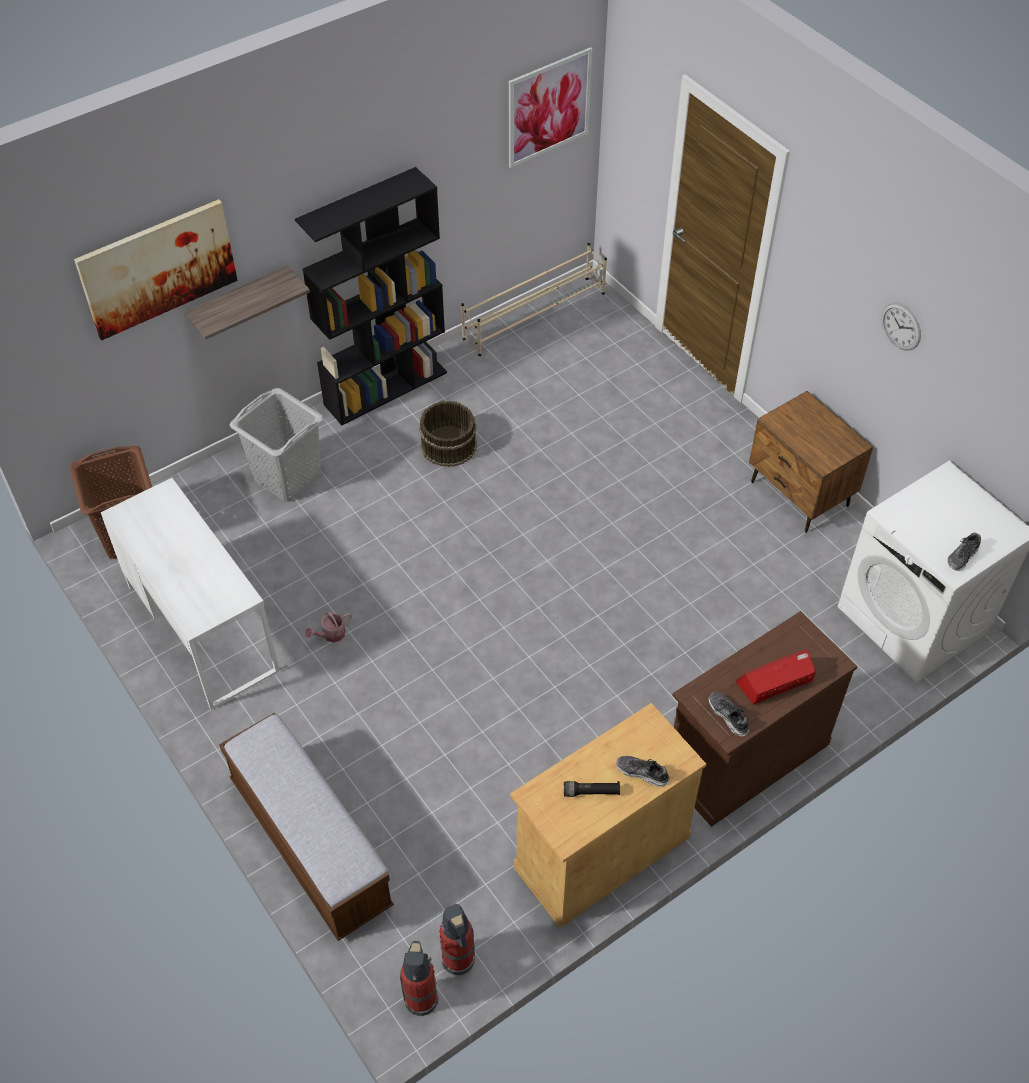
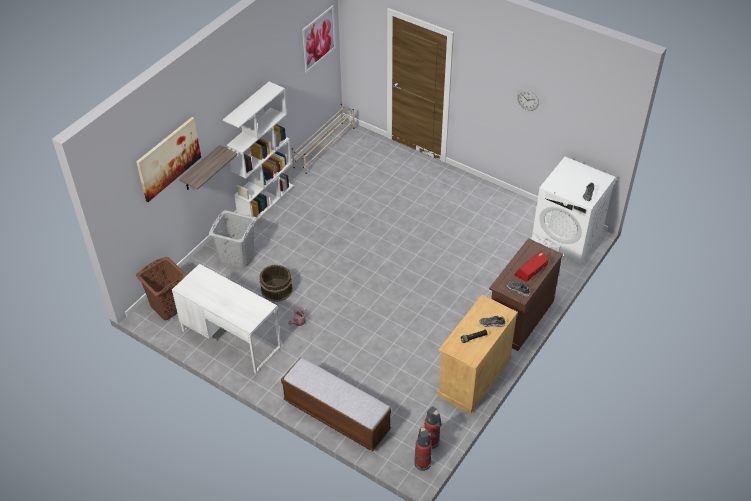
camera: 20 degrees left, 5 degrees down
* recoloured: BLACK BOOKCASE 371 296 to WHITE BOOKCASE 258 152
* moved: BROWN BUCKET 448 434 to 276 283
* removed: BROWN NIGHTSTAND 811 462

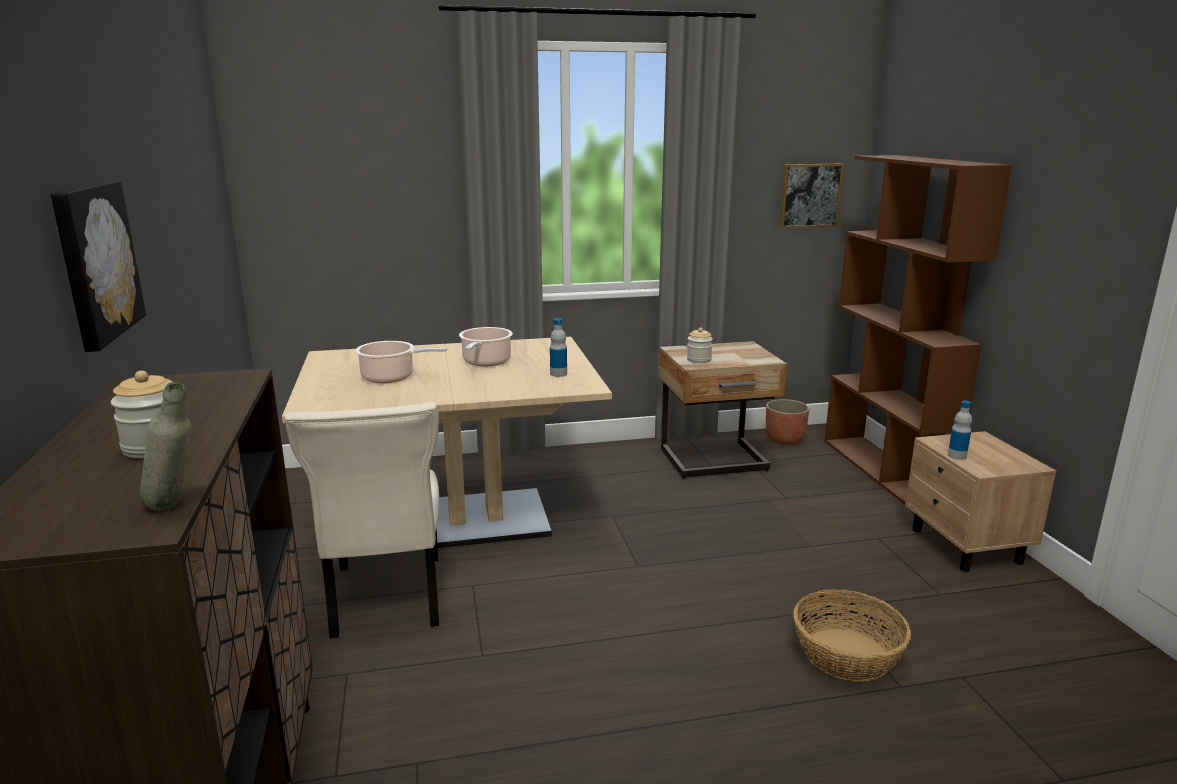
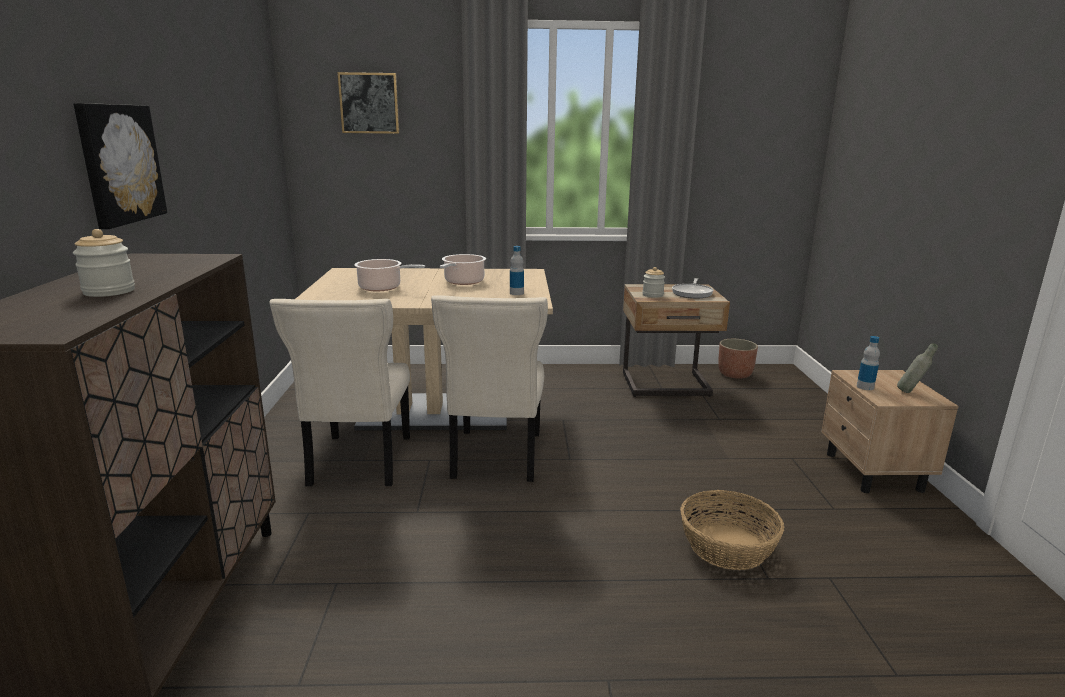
camera: 10 degrees right, 0 degrees up
* moved: GREY BOTTLE 166 446 to 917 368
* moved: PICTURE 812 196 to 368 103
* removed: BROWN BOOKCASE 918 330
* added: BEIGE CHAIR 489 388
* added: FRYING PAN 692 288

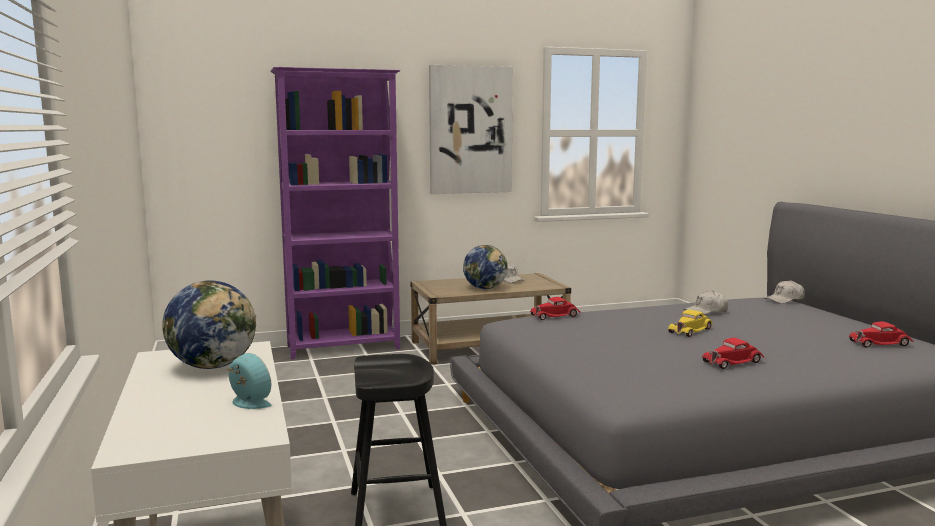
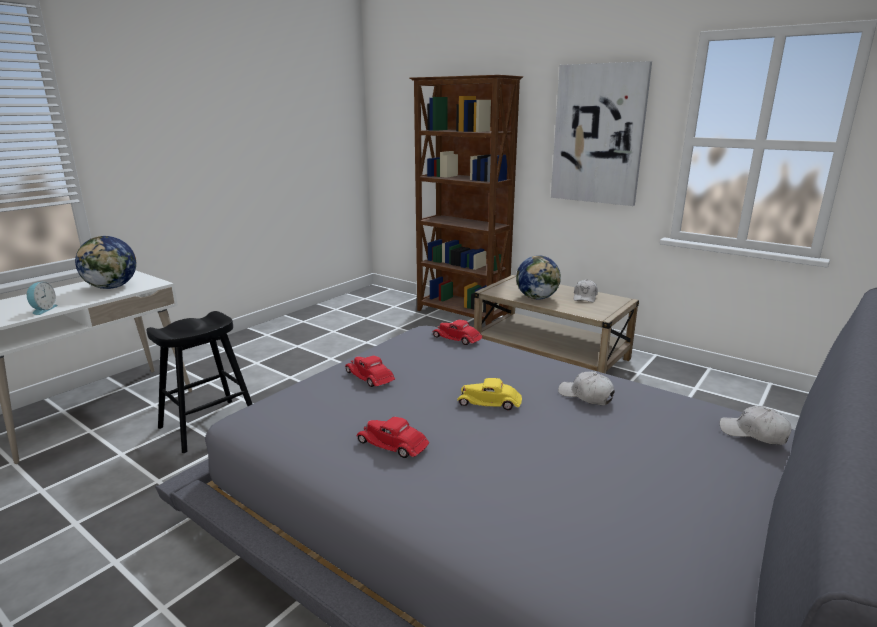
camera: 55 degrees right, 10 degrees up
* recoloured: PURPLE BOOKCASE 335 213 to BROWN BOOKCASE 466 200
* moved: RED TOY CAR 881 335 to 370 371

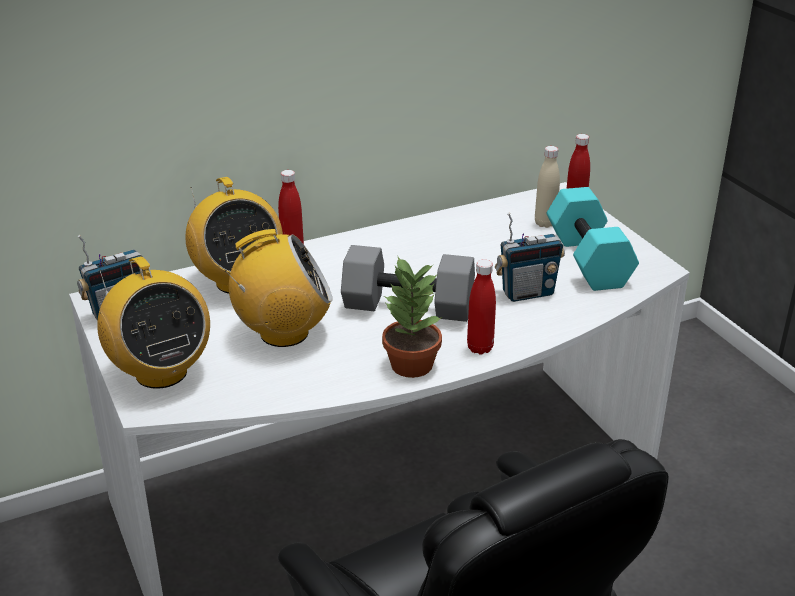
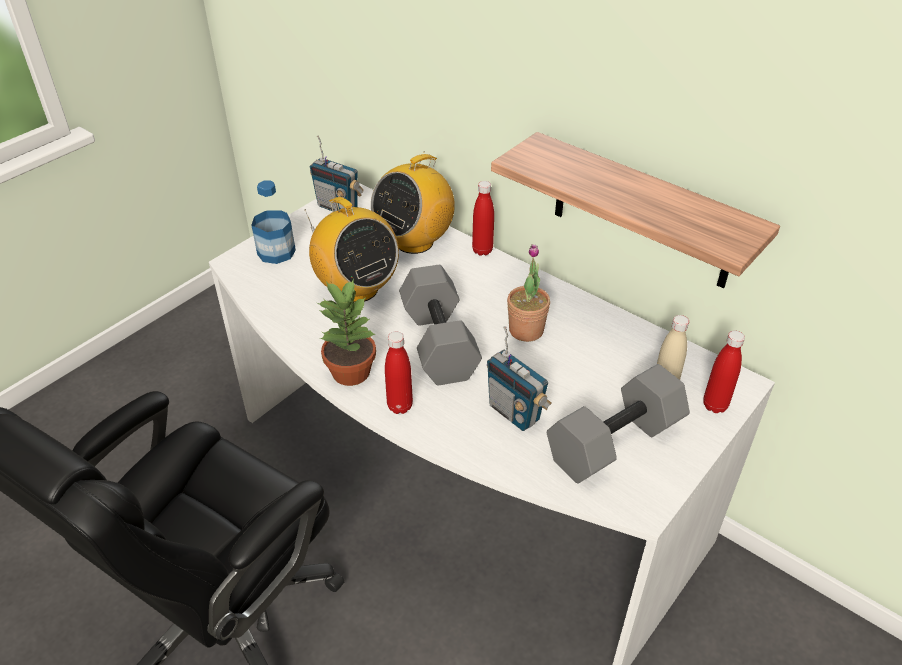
camera: 65 degrees right, 10 degrees up
* replaced: RADIO 153 322 to BOTTLE 274 222
* recoloured: TURQUOISE DUMBBELL 593 239 to GREY DUMBBELL 618 424
* added: SHELF 635 210
* added: POTTED PLANT 528 293

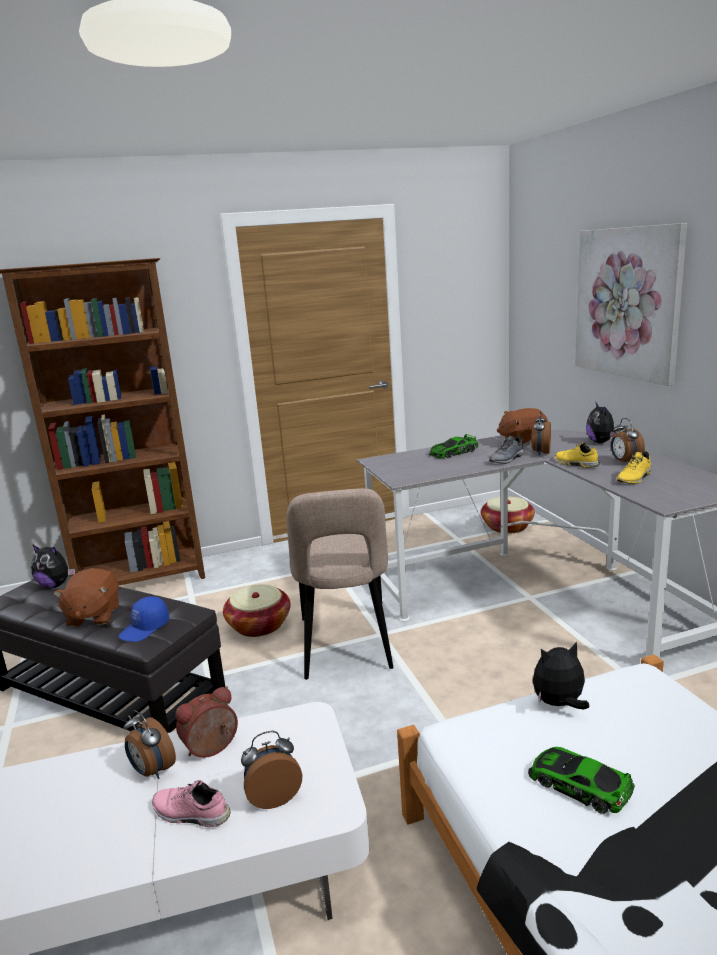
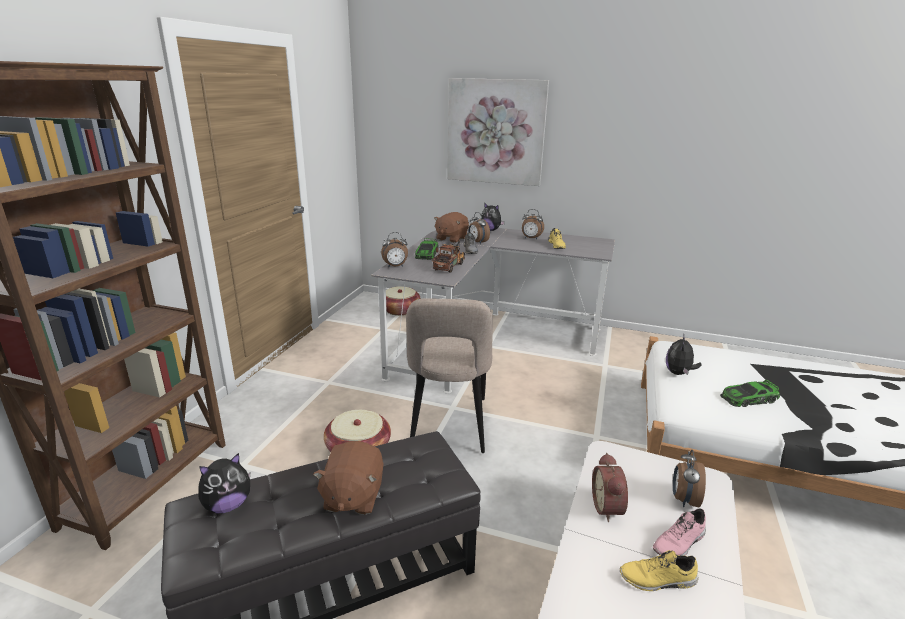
camera: 55 degrees left, 5 degrees up
* turned: BROWN PLUSH TOY 86 597 = 348 478 60 degrees clockwise
* removed: BLUE CAP 143 619
* moved: ALARM CLOCK 150 744 to 394 250
* turned: BEIGE CHAIR 340 584 = 449 375 60 degrees clockwise
* moved: YELLOW SHOE 577 455 to 659 570
* added: TOY TRUCK 448 256

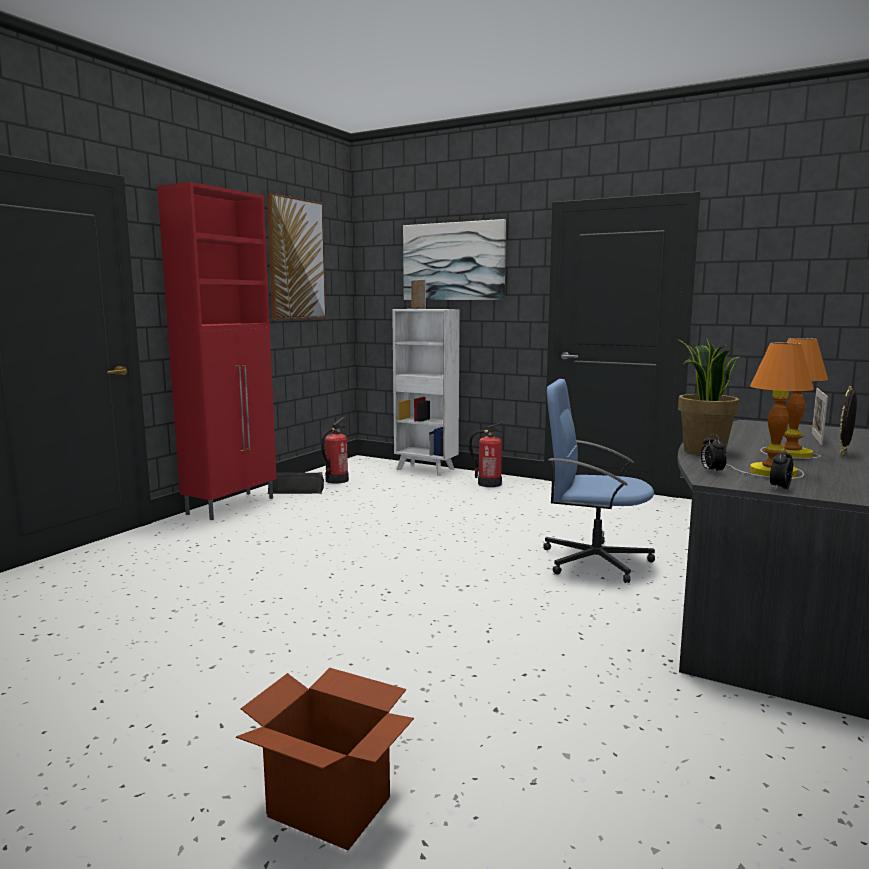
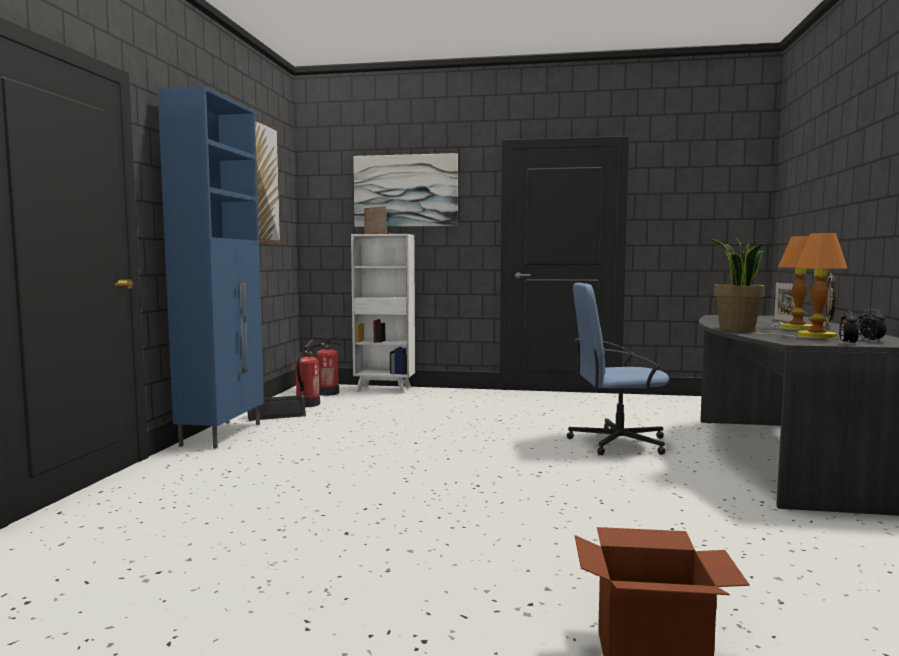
camera: 20 degrees left, 5 degrees down
* recoloured: RED CABINET 217 351 to BLUE CABINET 210 267
* moved: FIRE EXTINGUISHER 487 454 to 325 365
* moved: ALARM CLOCK 714 453 to 872 325

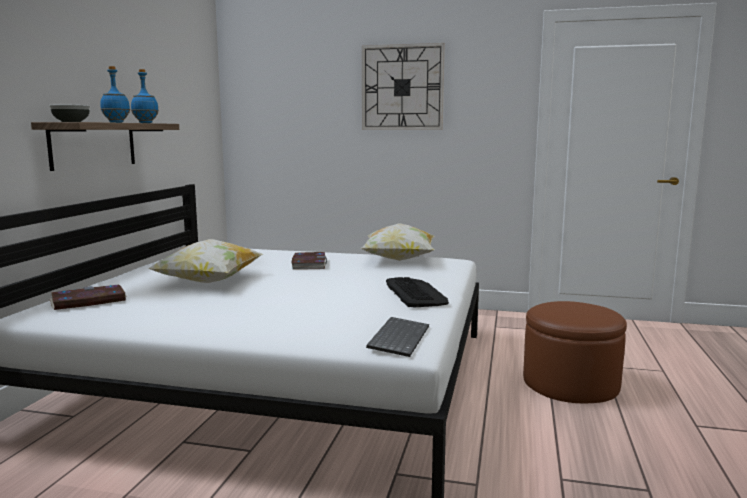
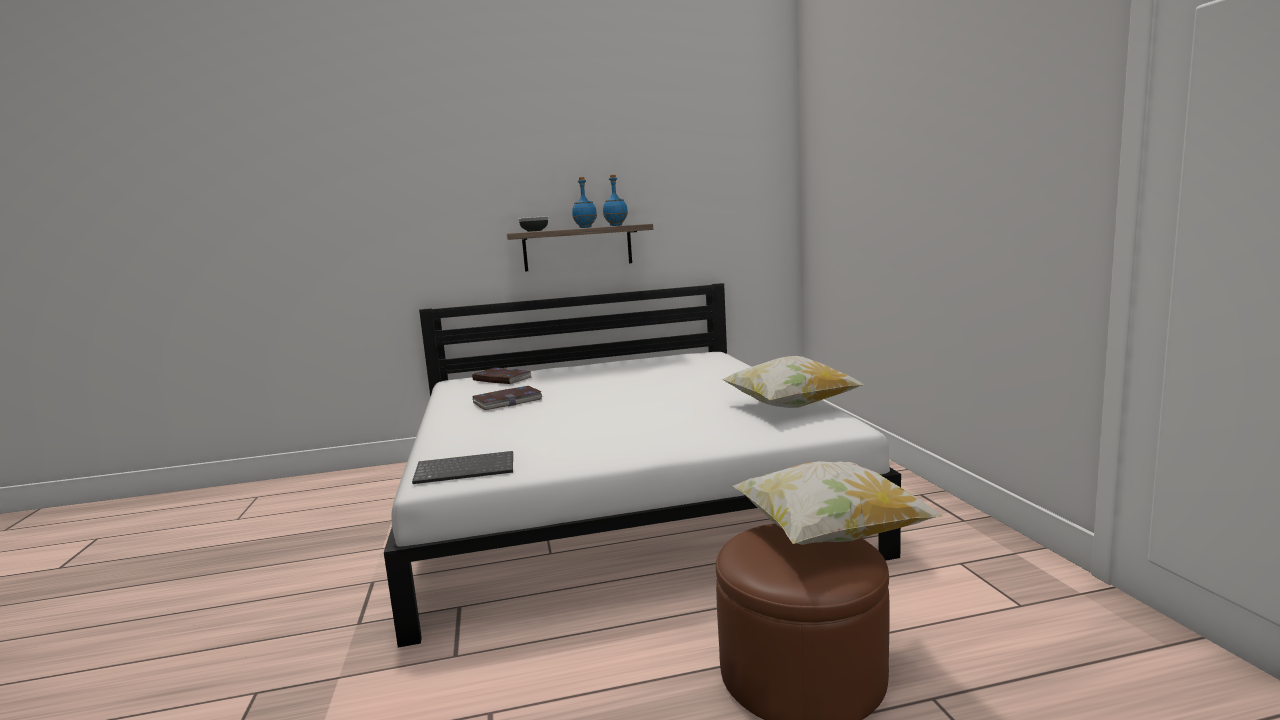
camera: 65 degrees right, 0 degrees up
* moved: PILLOW 205 261 to 837 503
* moved: BOOK 309 261 to 508 398
* removed: WALL CLOCK 403 86
* removed: KEYBOARD 417 292

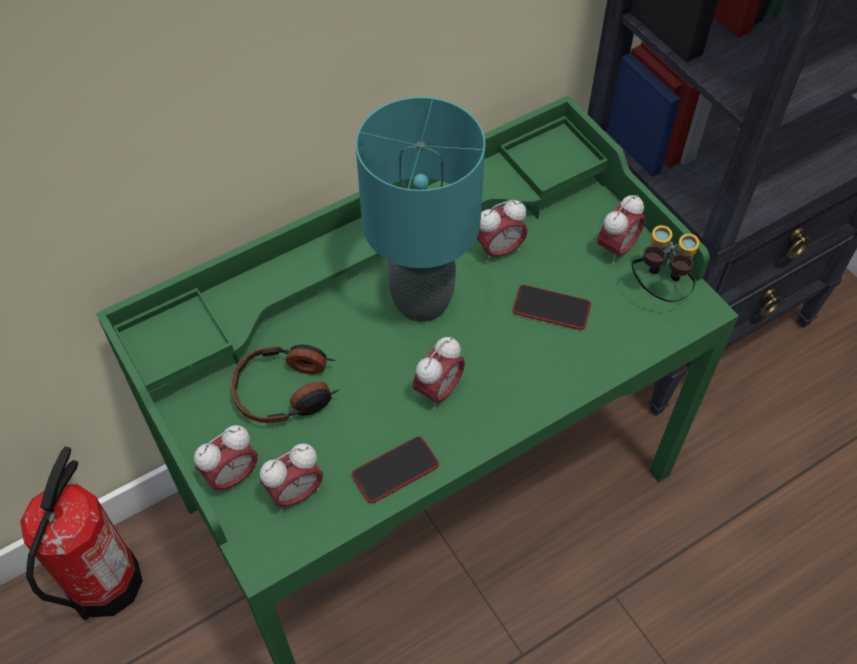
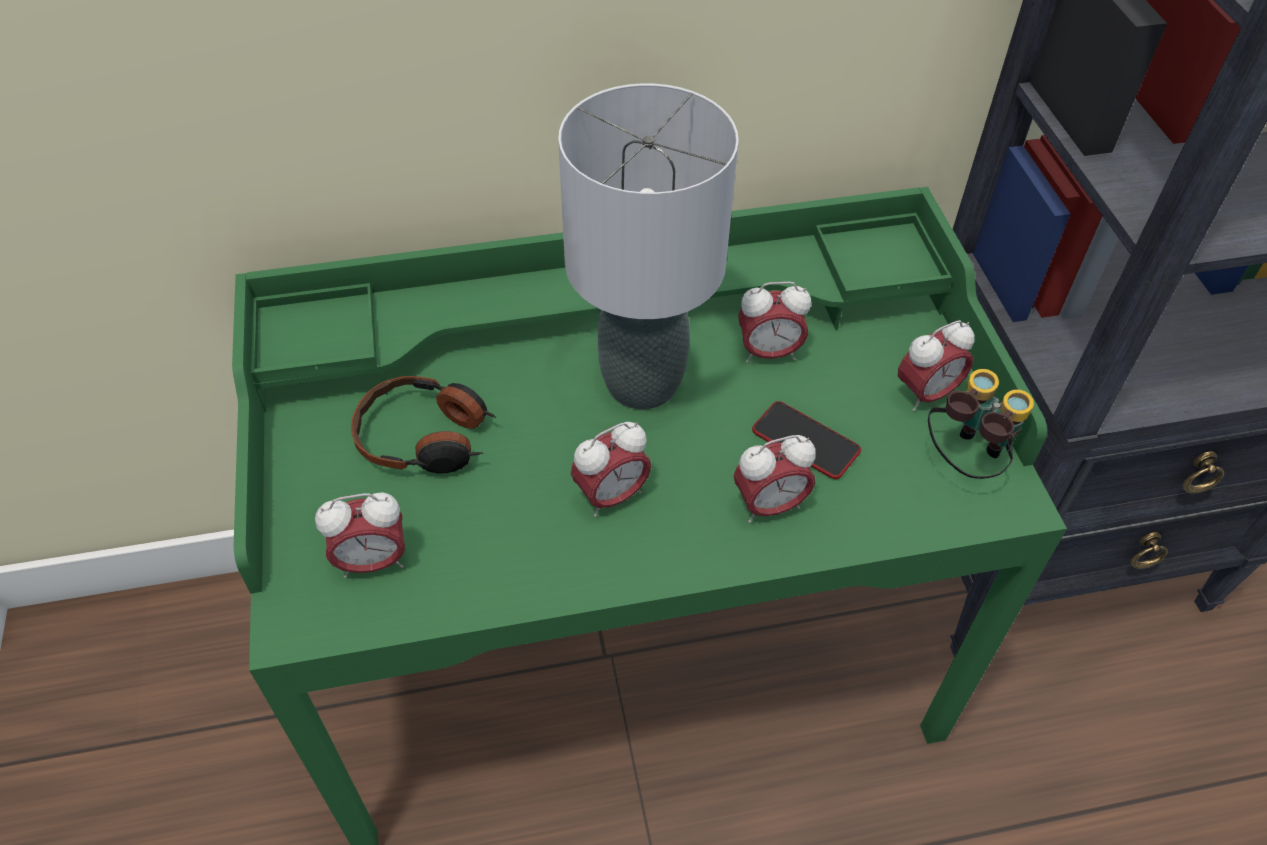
camera: 20 degrees right, 5 degrees down
* removed: FIRE EXTINGUISHER 81 533
* moved: ALARM CLOCK 226 460 to 774 479
* removed: PHONE 395 469
* recoloured: TURQUOISE TABLE LAMP 421 209 to GREY TABLE LAMP 648 246

